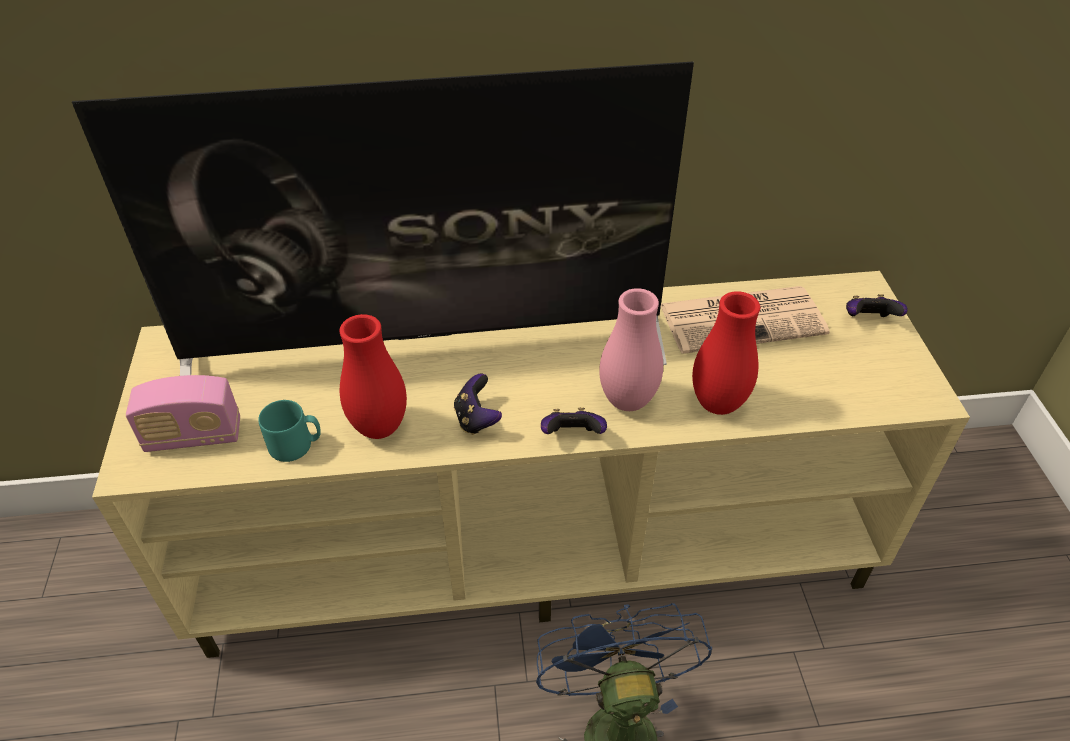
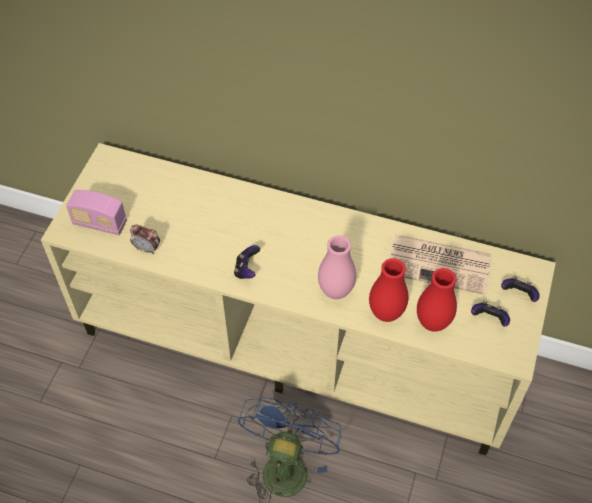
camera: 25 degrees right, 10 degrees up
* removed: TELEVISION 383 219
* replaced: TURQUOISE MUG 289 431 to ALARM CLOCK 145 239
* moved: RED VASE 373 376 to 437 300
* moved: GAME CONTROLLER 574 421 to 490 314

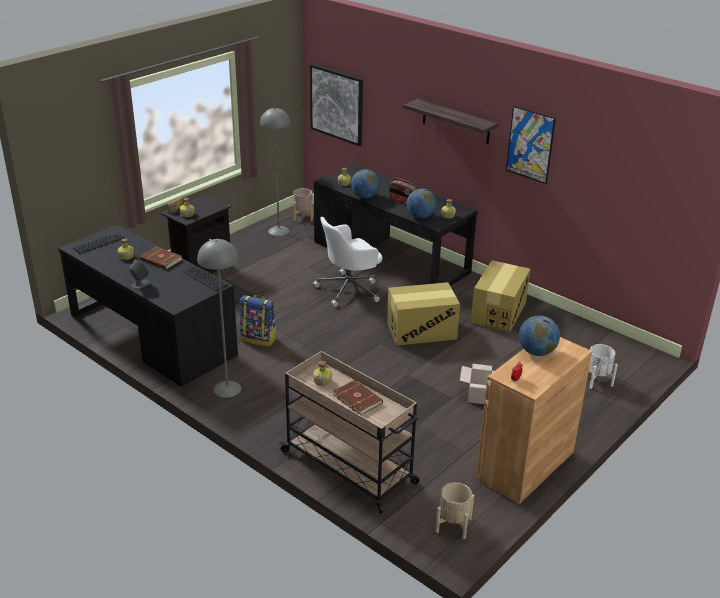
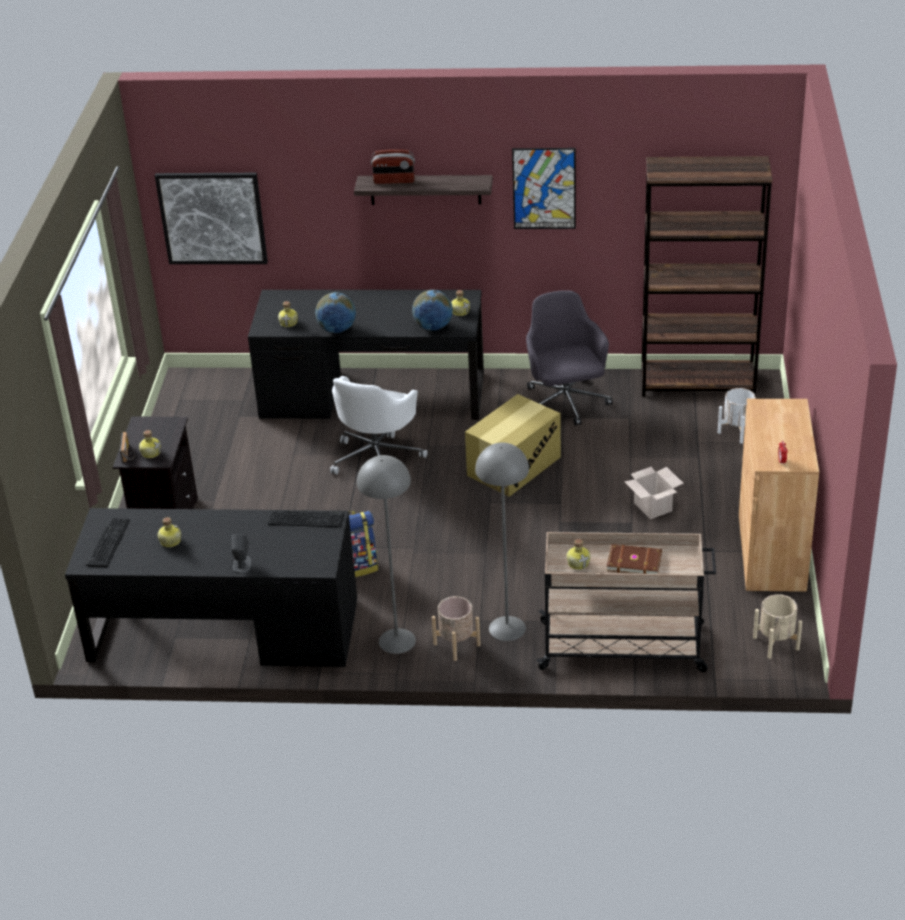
camera: 35 degrees left, 5 degrees up
* removed: BROWN BOOK 161 258
* moved: GREY FLOOR LAMP 275 172 to 502 541
* moved: BEIGE PLANTER 303 204 to 456 628
* moved: RADIO 403 191 to 393 166
* replaced: CARDBOARD BOX 500 296 to GREY OFFICE CHAIR 569 357
* removed: GLOBE 539 335
* added: BROWN BOOKCASE 706 276

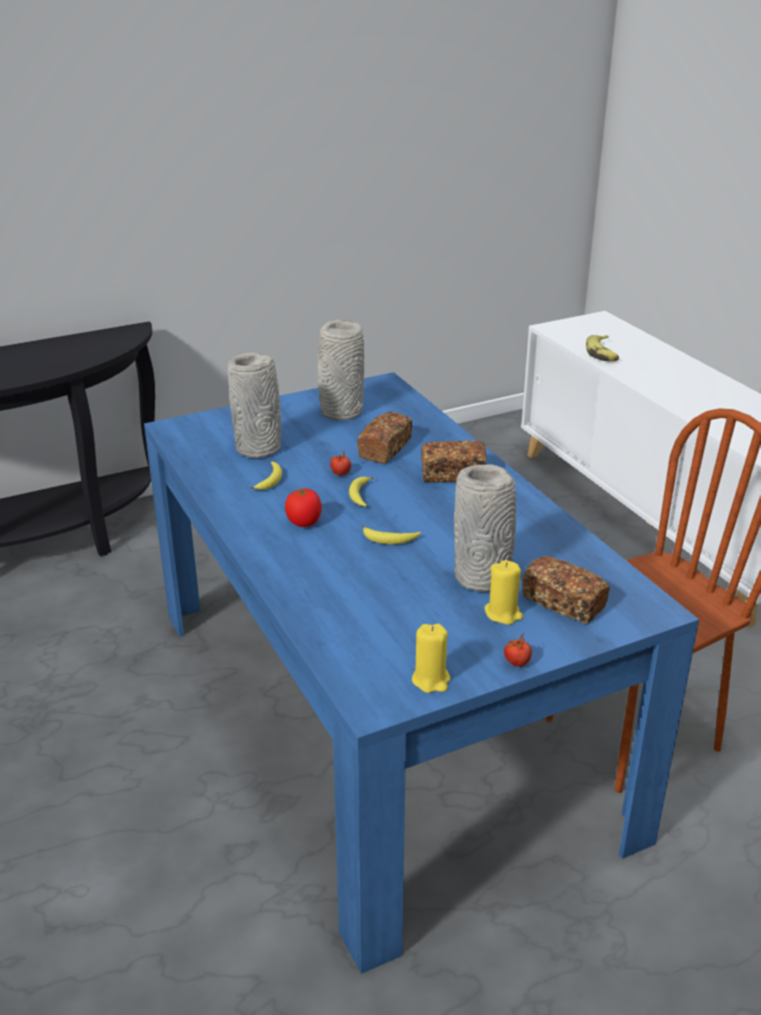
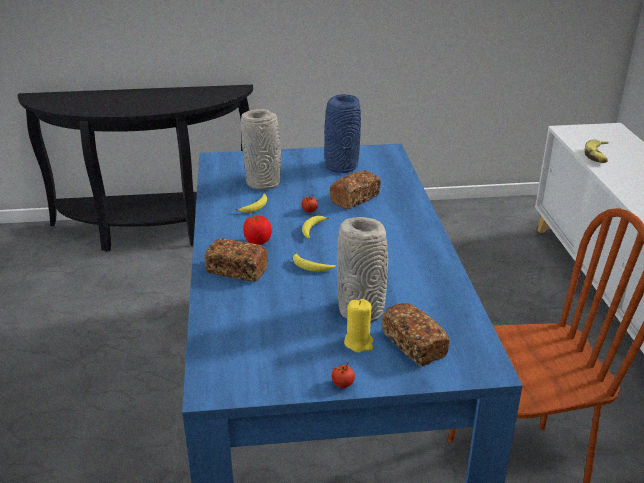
camera: 20 degrees right, 0 degrees up
* recoloured: GREY VASE 340 370 to BLUE VASE 342 133
* removed: YELLOW CANDLE 431 658
* moved: BREAD 454 461 to 236 260

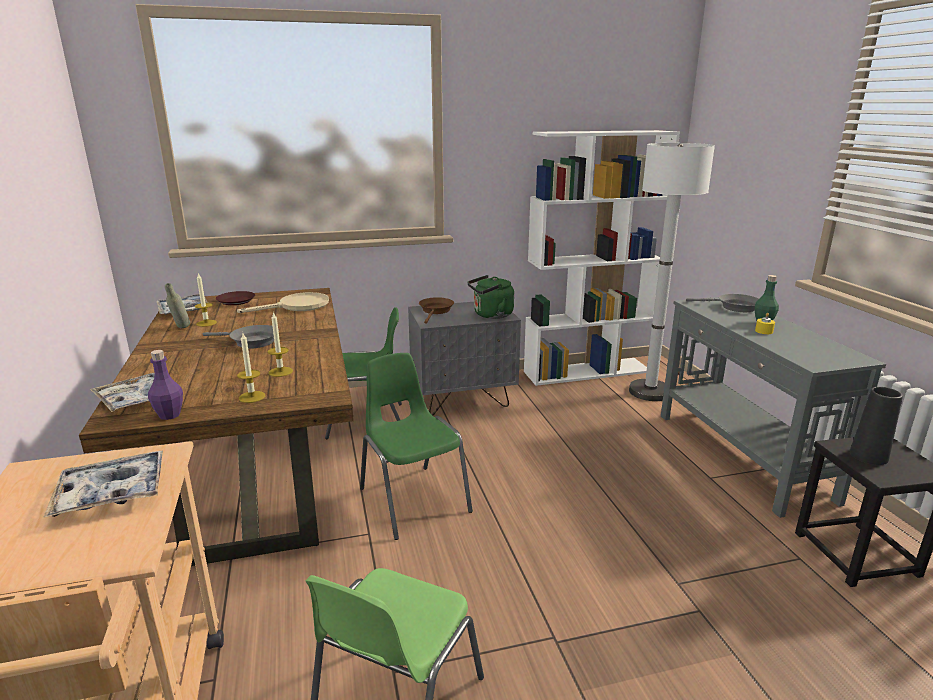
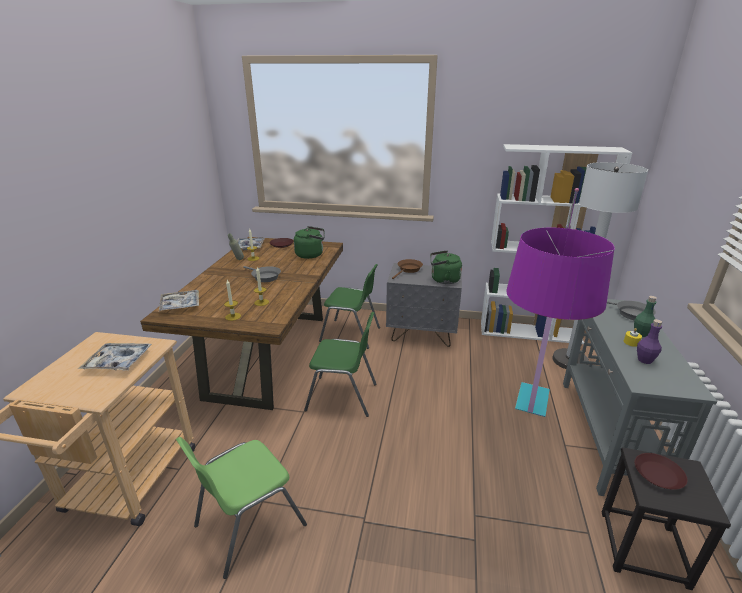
camera: 25 degrees right, 5 degrees up
* moved: PURPLE BOTTLE 165 385 to 649 341
* replaced: BEIGE FRYING PAN 283 302 to GREEN KETTLE 309 242
* turned: GREEN CHAIR 416 446 = 340 364 105 degrees clockwise
* replaced: BLACK VASE 876 426 to BROWN PLATE 661 471
* added: FLOOR LAMP 560 302

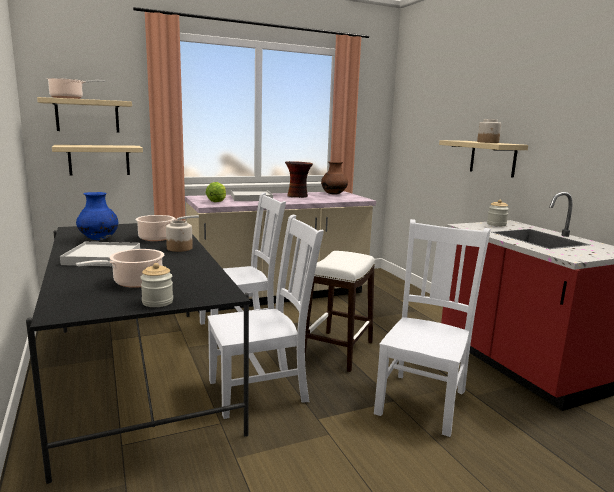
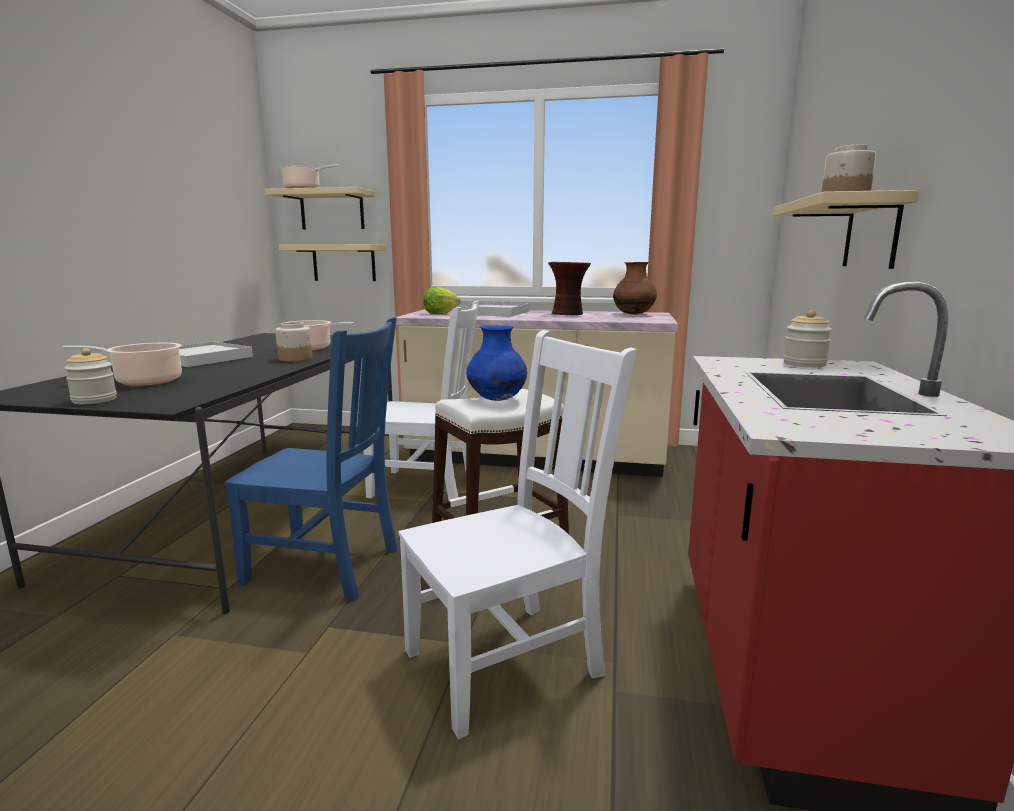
camera: 35 degrees right, 0 degrees up
* moved: BLUE VASE 97 216 to 496 363
* recoloured: WHITE CHAIR 265 316 to BLUE CHAIR 311 458

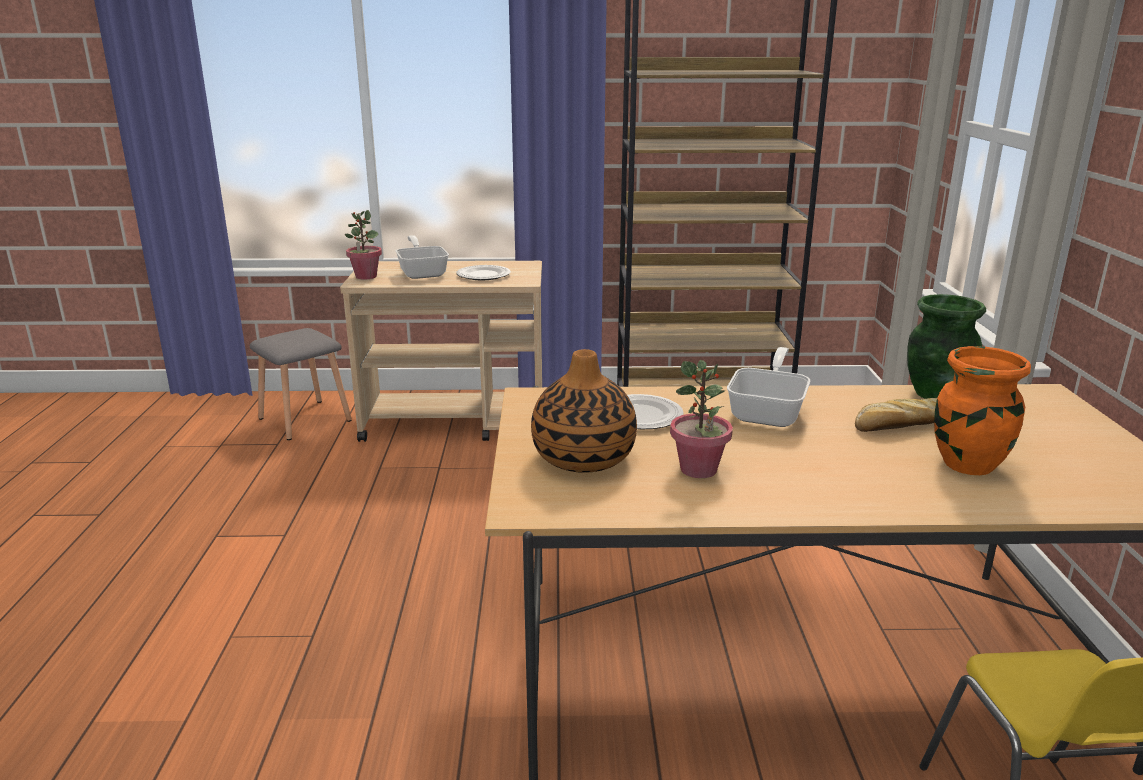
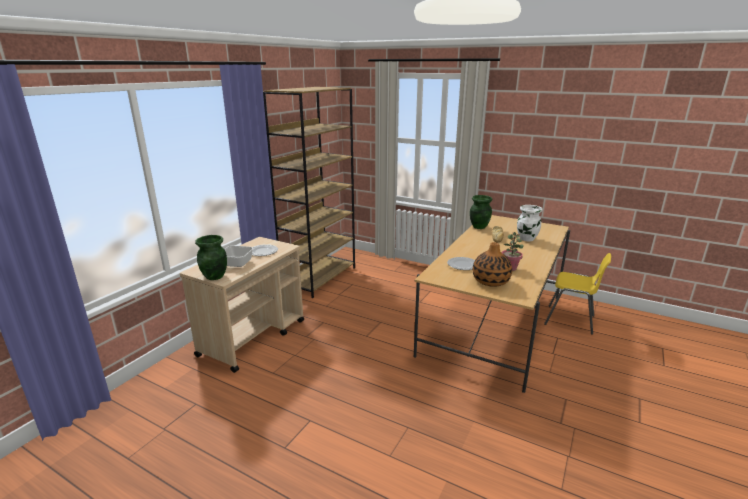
camera: 60 degrees left, 0 degrees up
* removed: GREY STOOL 301 384
* replaced: POTTED PLANT 363 244 to GREEN VASE 211 257
* removed: FRYING PAN 769 387
* recoloured: ORANGE VASE 982 410 to WHITE VASE 530 223

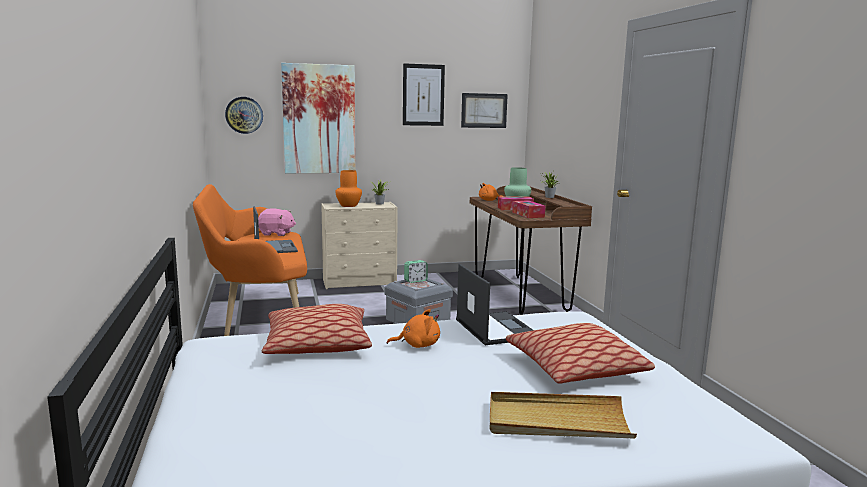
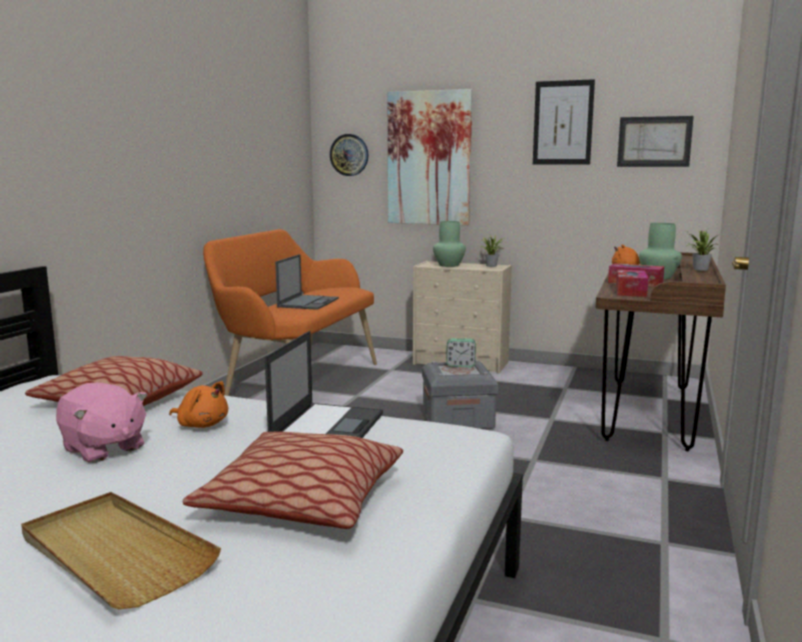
camera: 35 degrees right, 0 degrees up
* moved: PINK PLUSH TOY 277 222 to 101 423
* recoloured: ORANGE VASE 348 188 to GREEN VASE 449 244

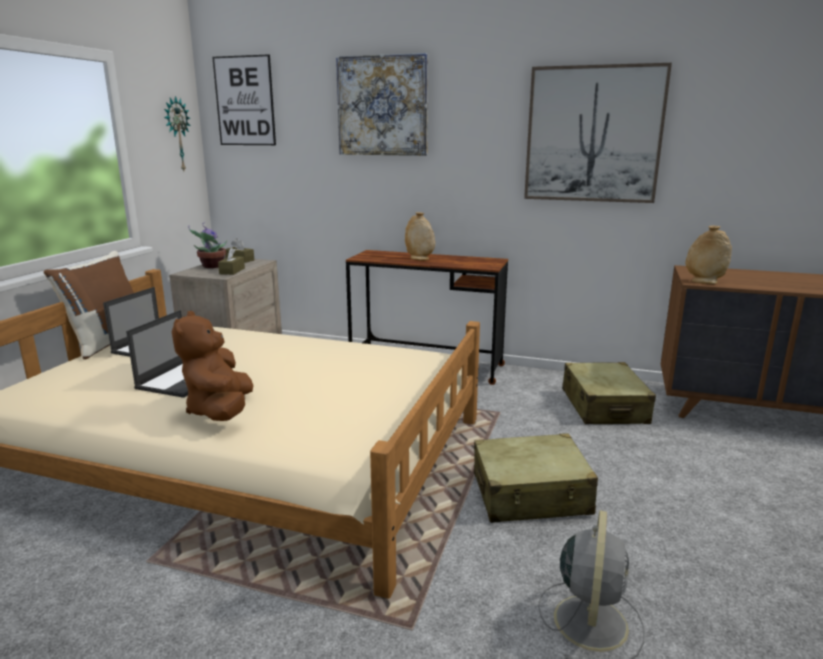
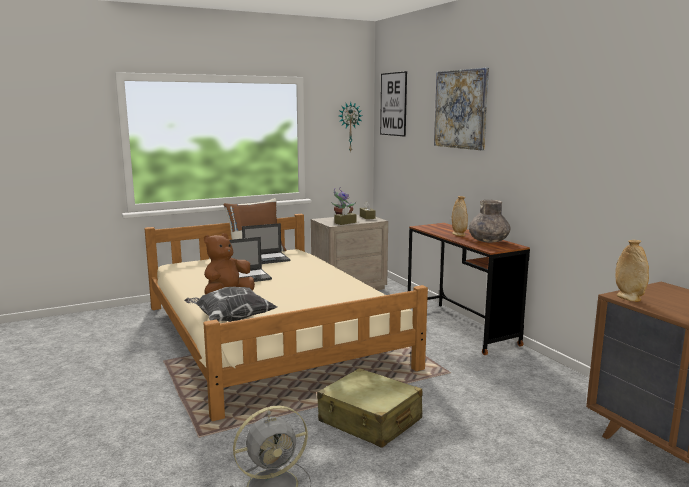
camera: 45 degrees right, 5 degrees down
* removed: PICTURE 598 133
* removed: BEIGE SUITCASE 609 393
* added: PILLOW 230 304
* added: GREY VASE 489 221

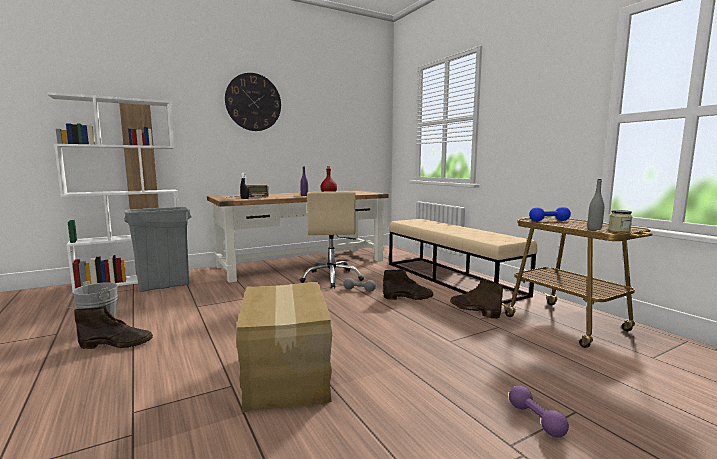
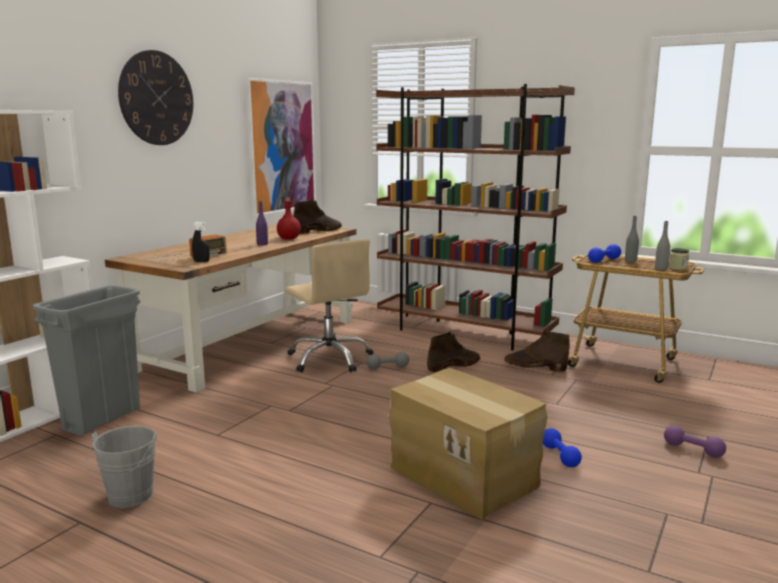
camera: 30 degrees left, 5 degrees up
* moved: BROWN BOOT 113 327 to 318 216
* replaced: BEIGE BENCH 463 261 to BROWN BOOKCASE 475 217
* added: PICTURE 280 147
* added: BLUE DUMBBELL 562 447
* added: GREY BOTTLE 632 239

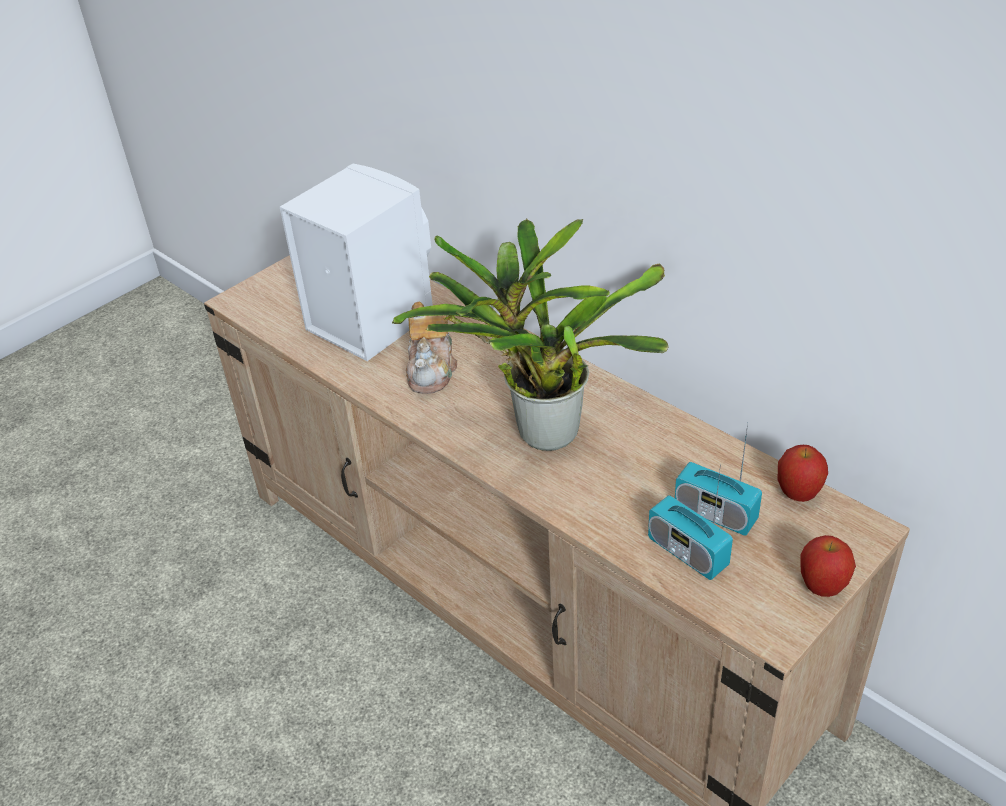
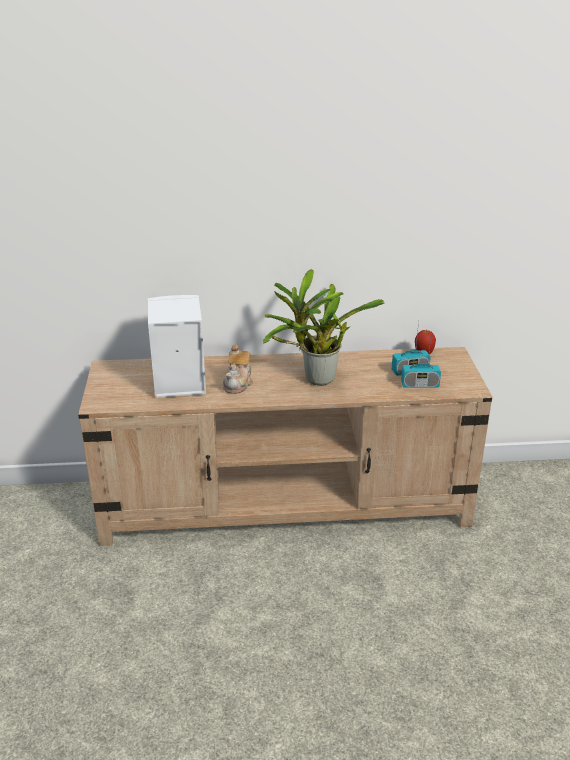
camera: 50 degrees left, 10 degrees down
* turned: TEAPOT 431 347 = 238 369 60 degrees clockwise
* removed: APPLE 828 566

